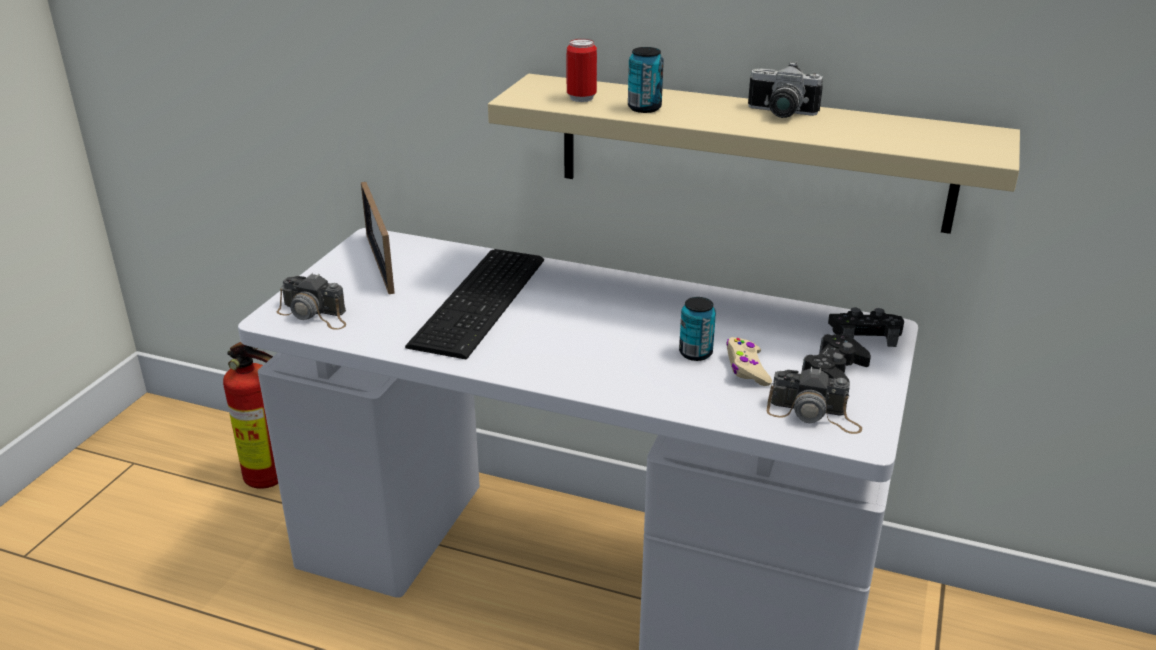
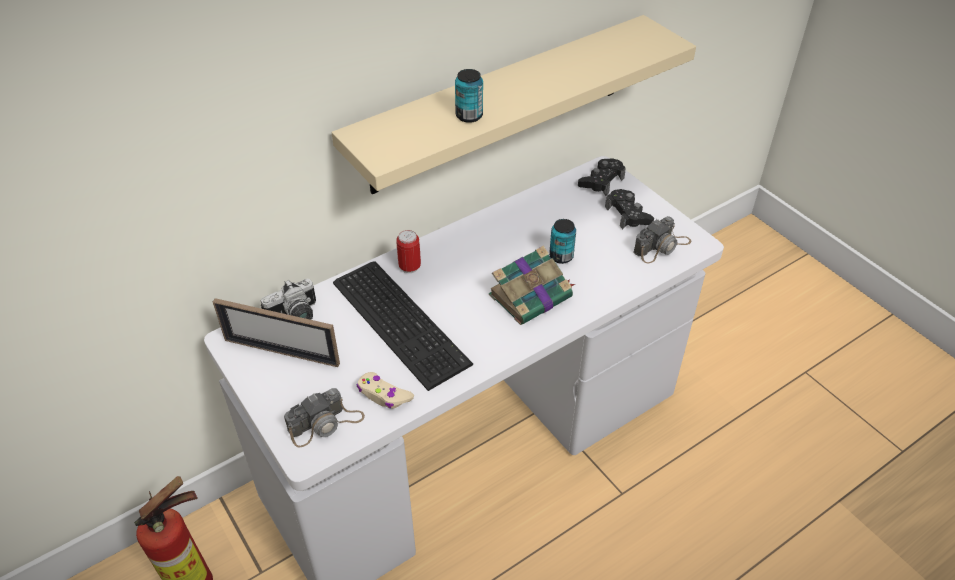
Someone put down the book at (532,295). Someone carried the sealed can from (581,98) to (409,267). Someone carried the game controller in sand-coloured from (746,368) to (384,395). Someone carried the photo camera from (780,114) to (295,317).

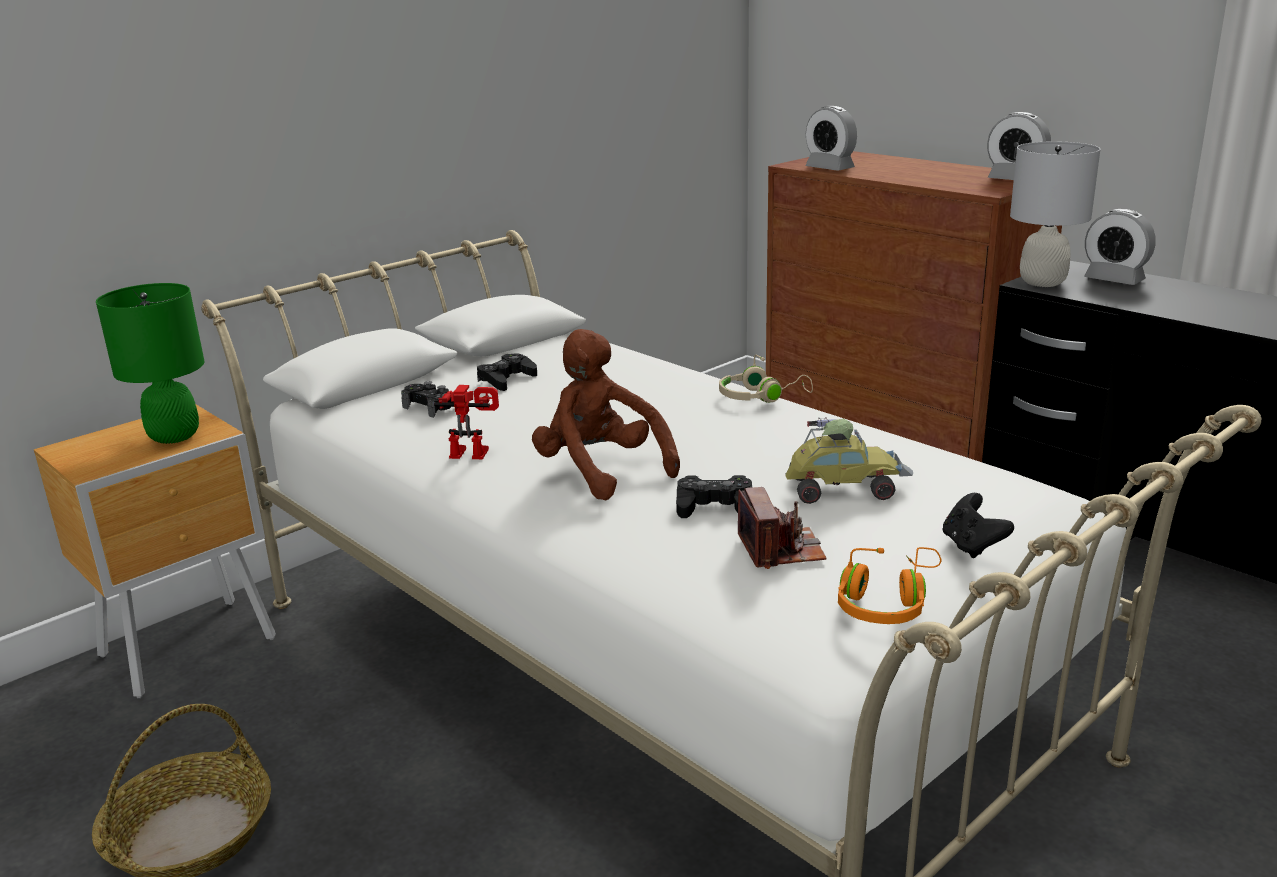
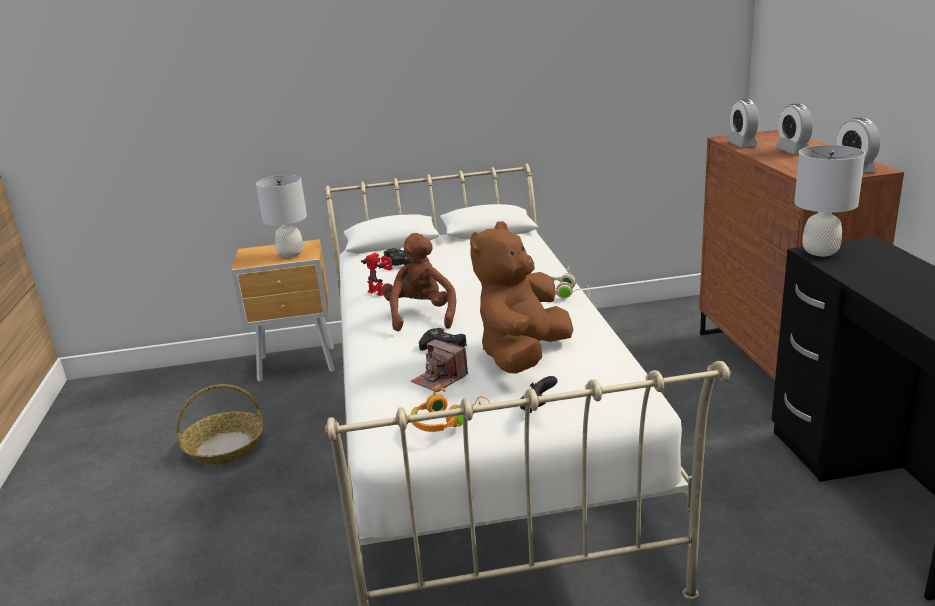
Someone took away the game controller in blackish at (506,379). Someone carried the table clock from (1114,279) to (792,150). Someone swapped the miniature car at (843,487) for the soft toy in brown-coloured at (523,356). Someone repainted the lamp for a table in green-coloured at (176,438), which became the lamp for a table in greyish at (291,255). Someone rotated the photo camera at (780,550) by 105 degrees clockwise.

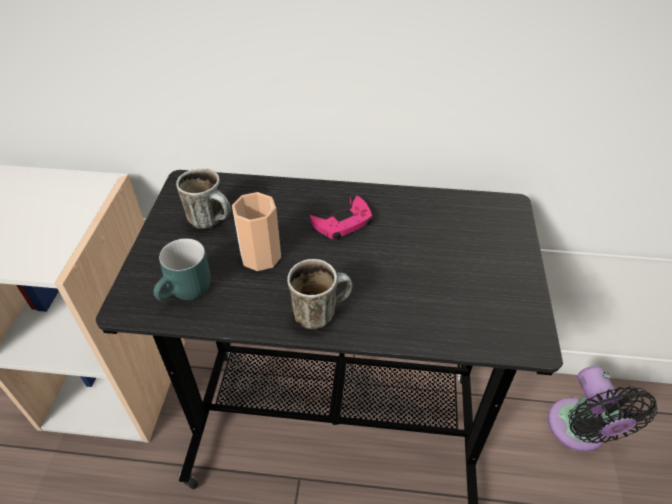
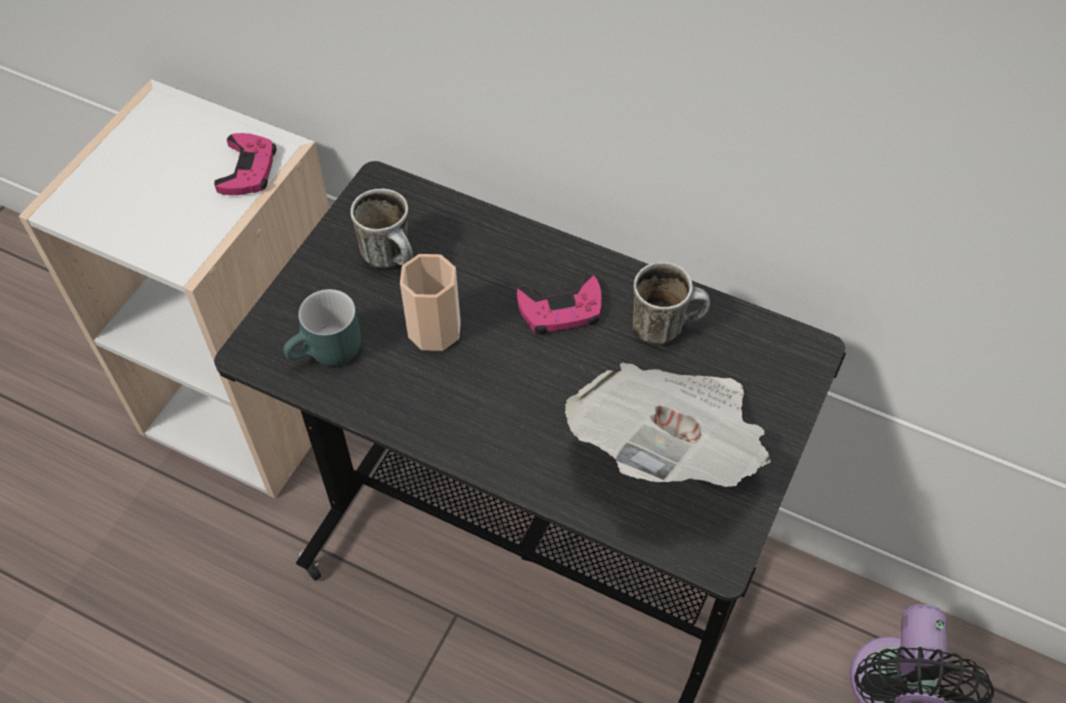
Someone put down the game controller in pink at (248,169). Someone put down the newspaper at (669,447). Someone carried the coffee mug from (320,312) to (665,326).

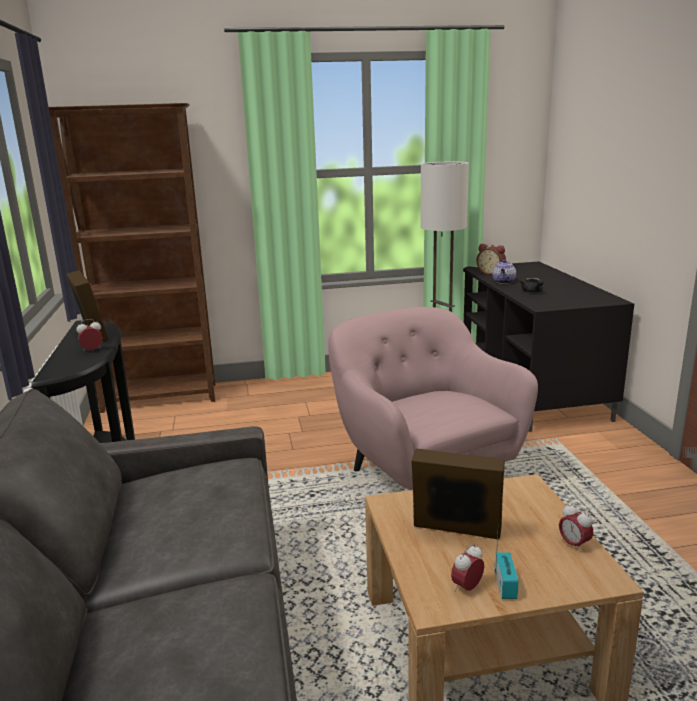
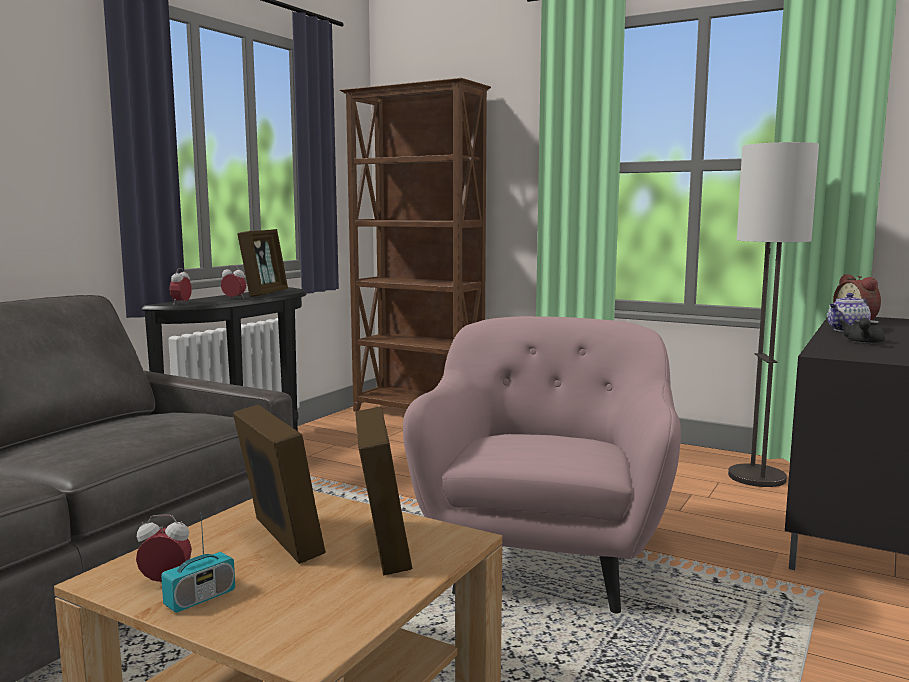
Someone put down the standing frame at (383,546). Someone carried the table clock from (574,544) to (181,303).

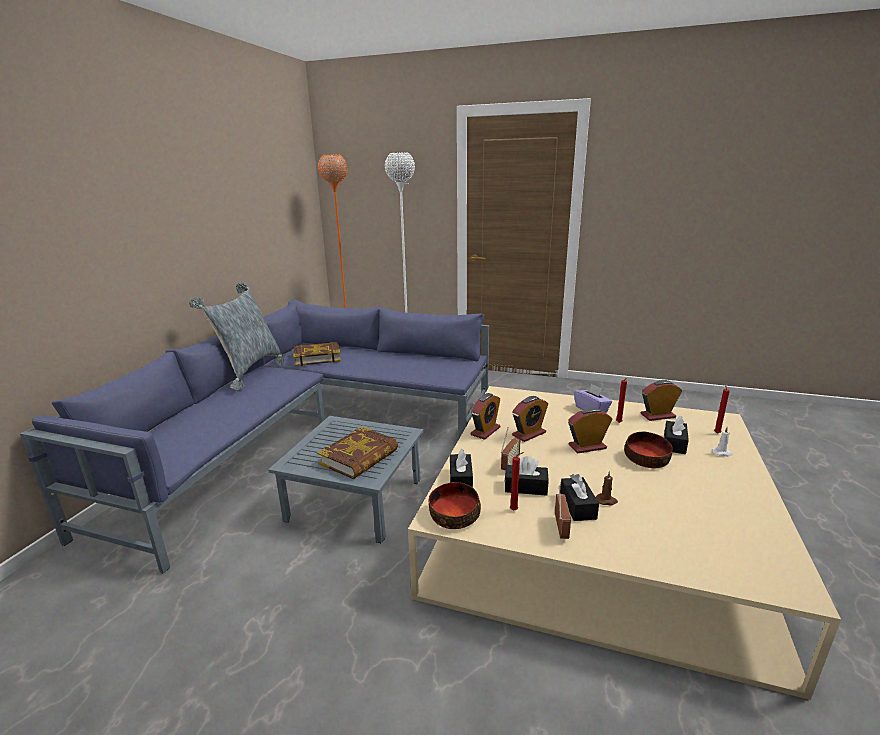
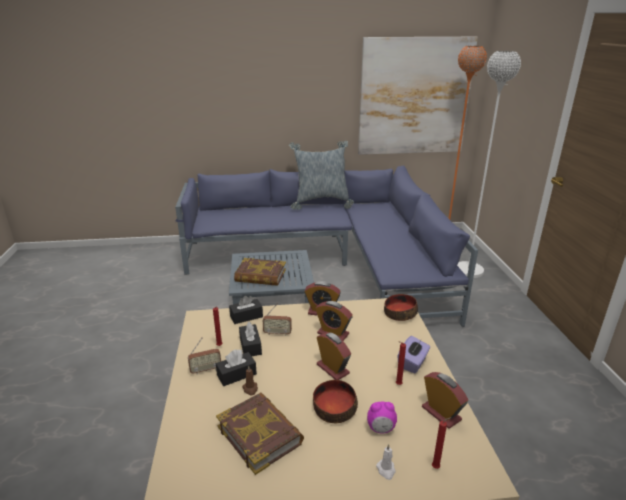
Someone put up the wall picture at (414,97). Someone carried the book from (317,357) to (260,434). Someone carried the bowl from (454,515) to (400,313). Someone swapped the box of tissues in blackish at (674,443) for the table clock at (381,429).

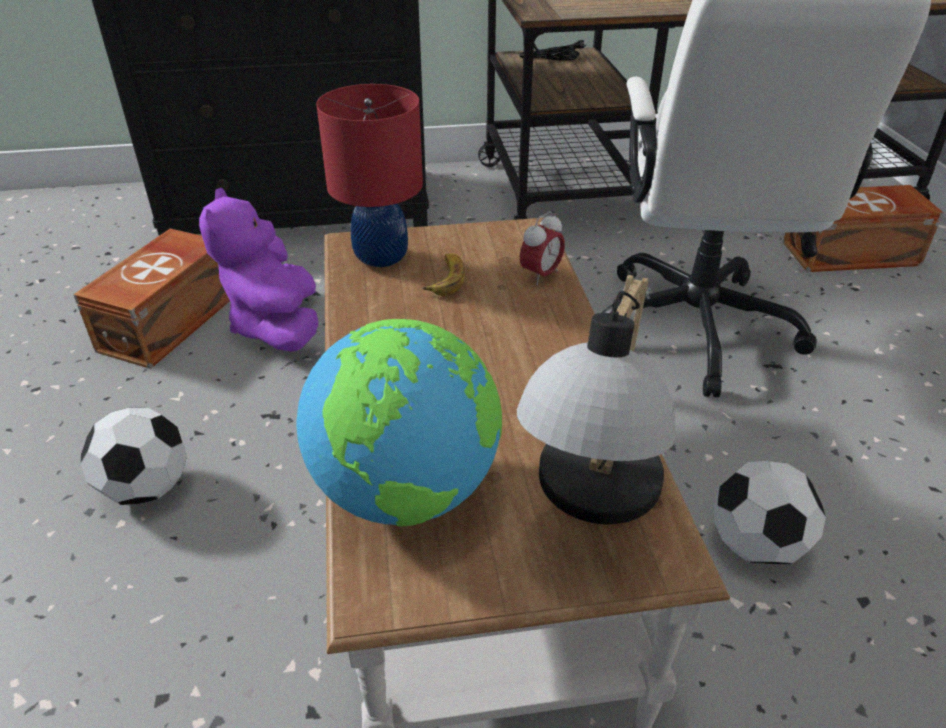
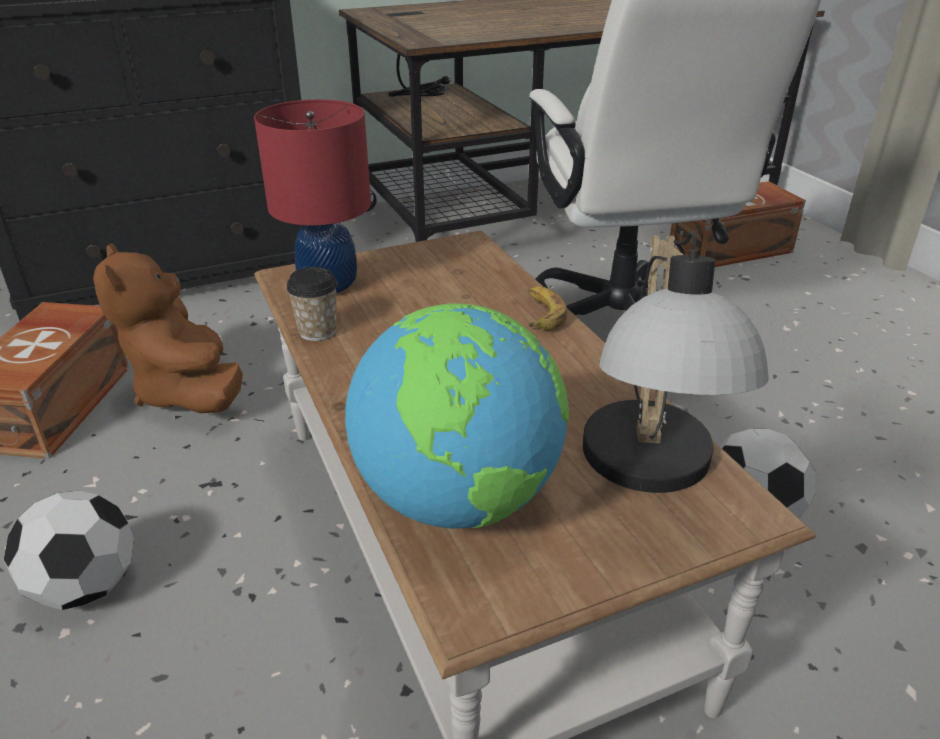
Someone took away the table clock at (540,275). Someone put down the cup at (317,331). Someone carried the banana fruit from (446,279) to (541,313). Someone repainted the soft toy in purple at (277,326), which became the soft toy in brown-coloured at (188,392).

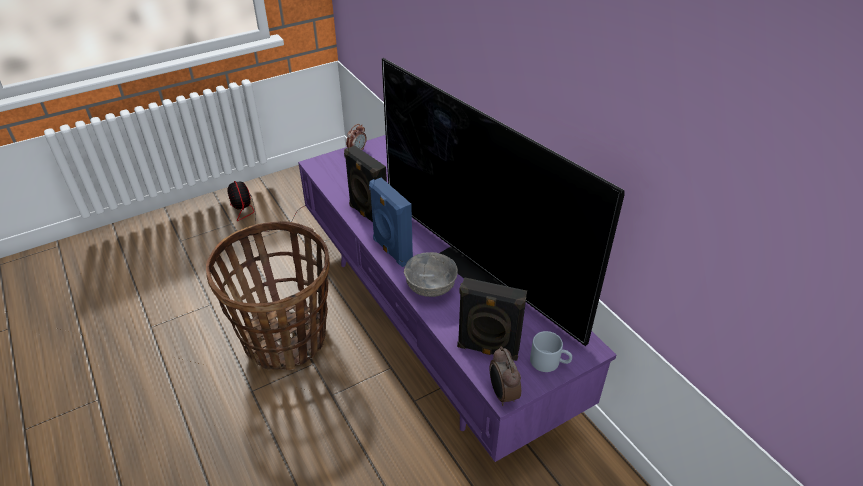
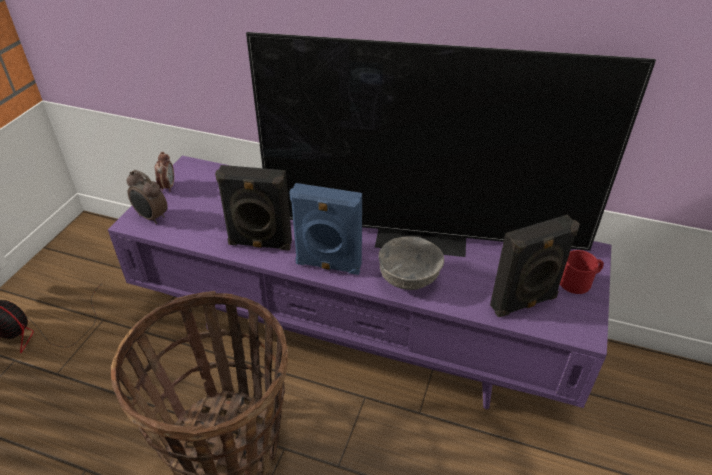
Someone carried the table clock from (502,394) to (151,217). Someone repainted the coffee mug in greyish at (550,361), which became the coffee mug in reddish at (579,281).

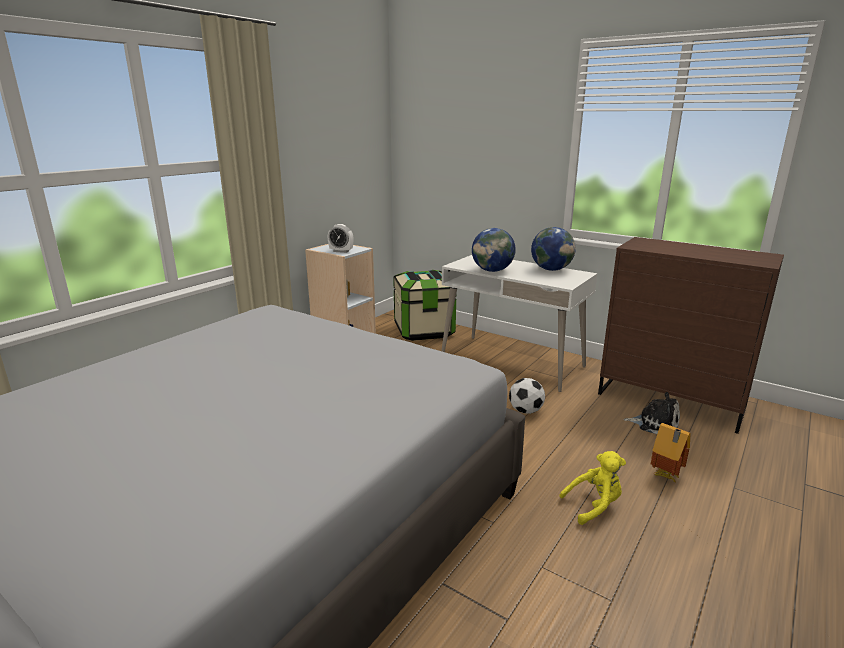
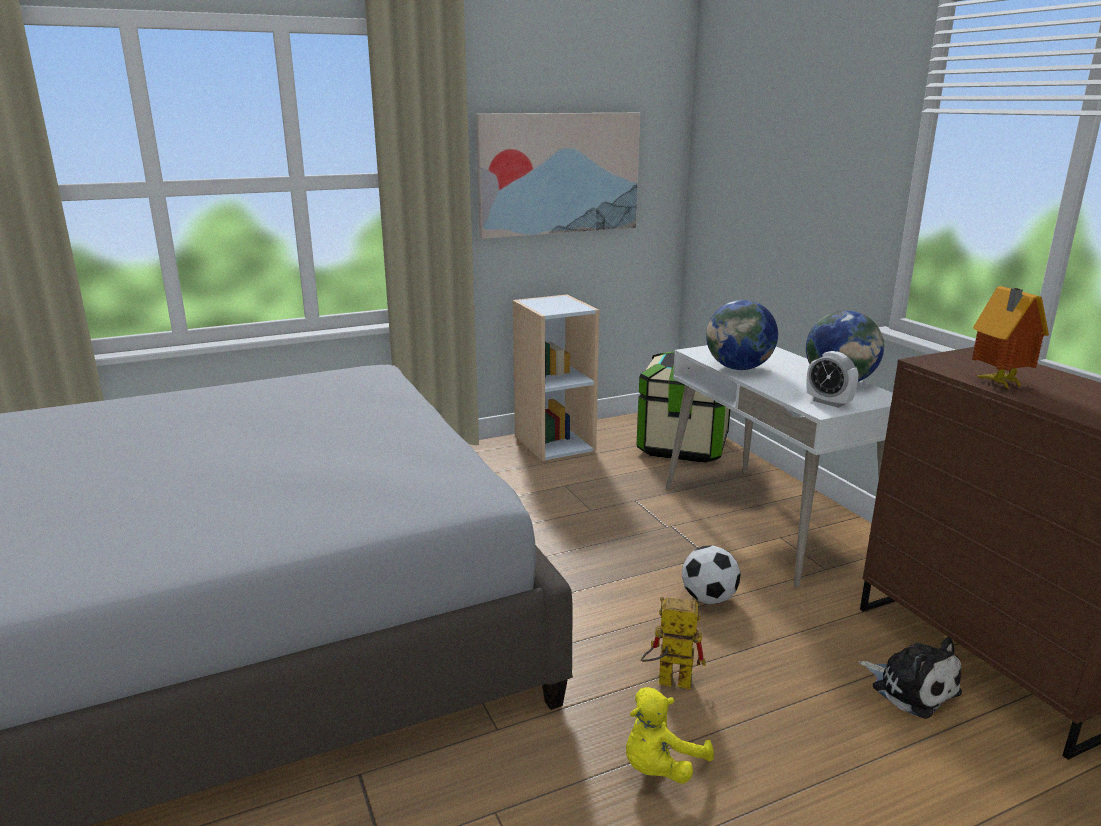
Someone put up the wall picture at (558,174). Someone put down the robot figure at (666,681). Someone carried the table clock from (341,251) to (828,402). Someone carried the toy house from (665,477) to (997,383). Someone rotated the soft toy in yellowish at (594,506) by 120 degrees clockwise.

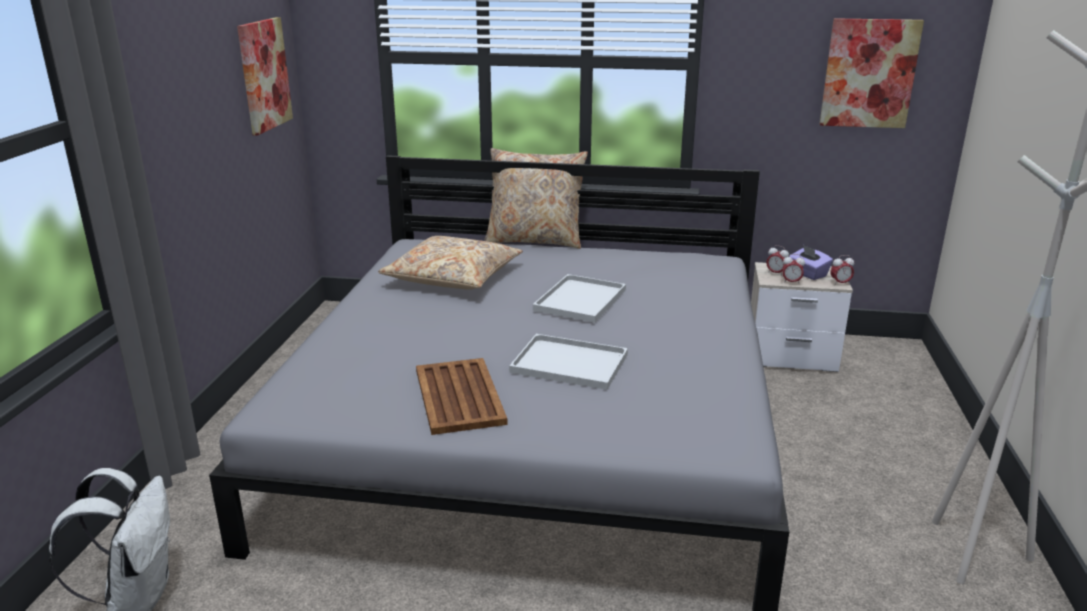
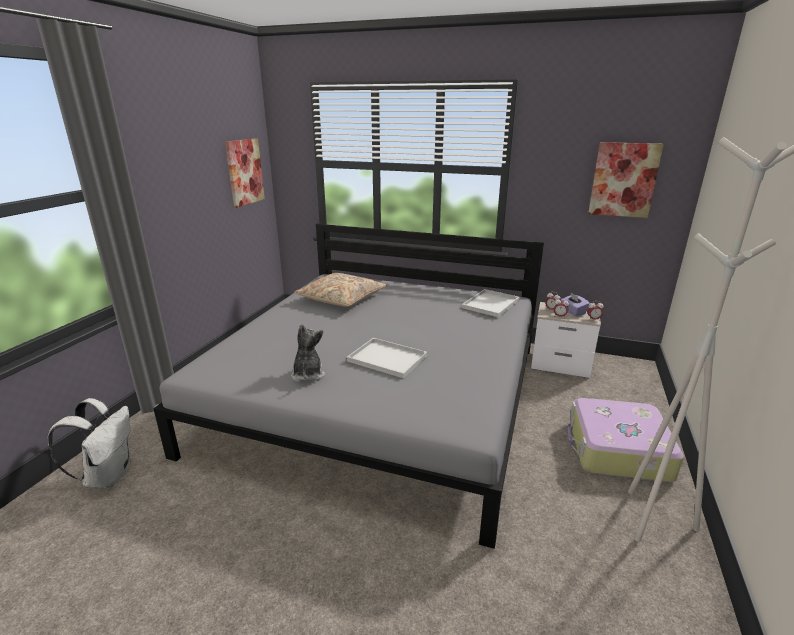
Someone took away the throw pillow in sand-coloured at (535,240). Someone put down the piece of luggage at (616,450). Someone carried the tray in white-coloured from (580,300) to (490,304). Someone swapped the tray in brown-coloured at (459,397) for the soft toy at (308,374).

